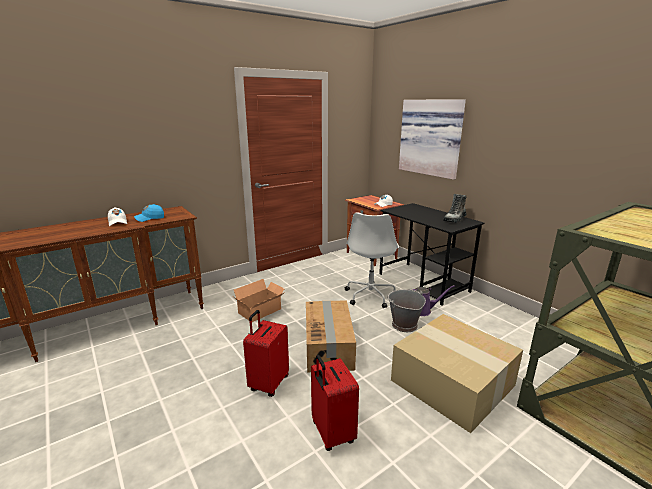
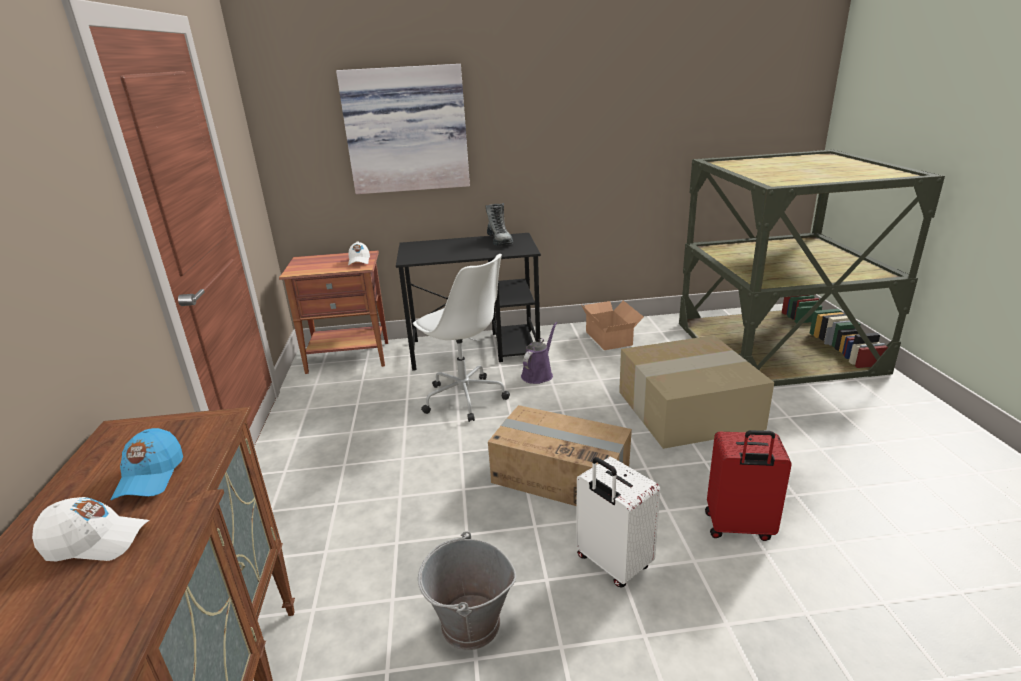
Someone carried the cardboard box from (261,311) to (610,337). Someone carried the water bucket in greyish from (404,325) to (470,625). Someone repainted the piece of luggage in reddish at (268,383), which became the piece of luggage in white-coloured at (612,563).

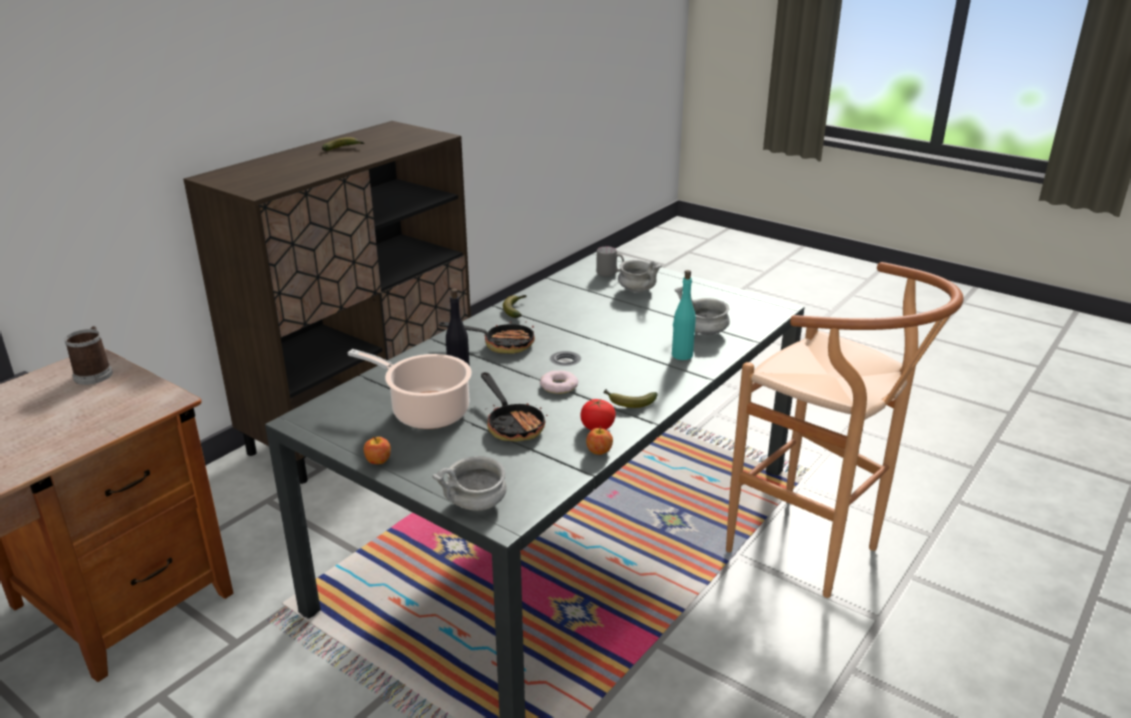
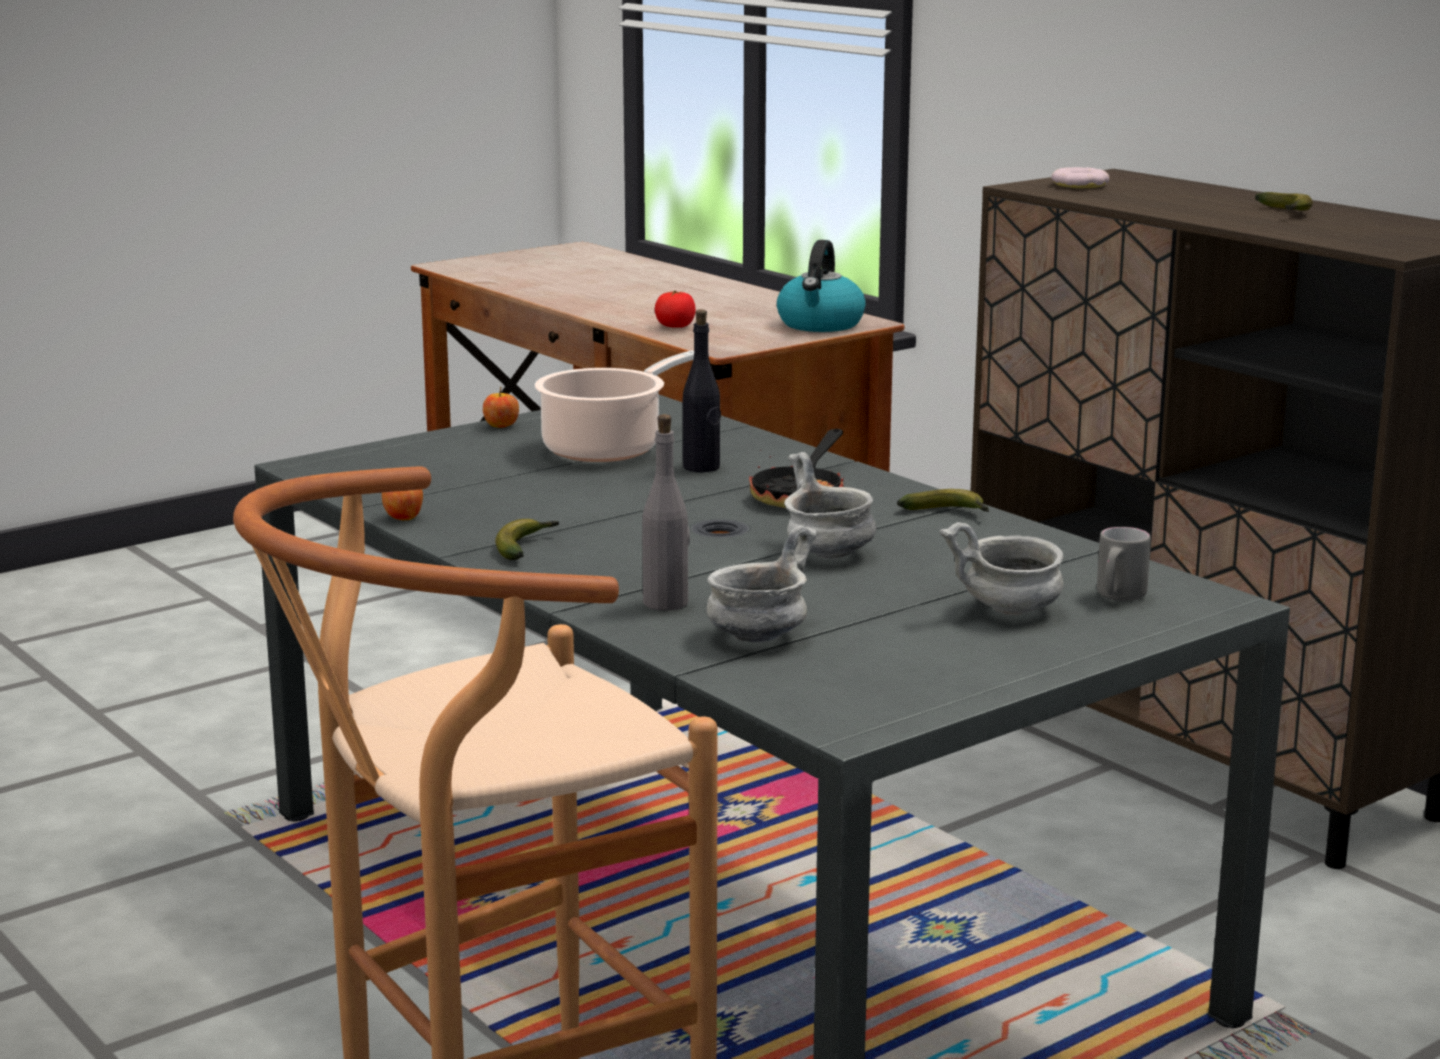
Someone took away the pan at (512,424). Someone carried the bowl in greyish from (476,504) to (826,553). Someone carried the ring doughnut from (558,386) to (1080,185). Someone carried the fresh tomato from (597,427) to (675,326). Someone swapped the coffee mug at (95,373) for the water kettle at (820,325). Someone repainted the bottle in turquoise at (682,355), which became the bottle in greyish at (666,603).

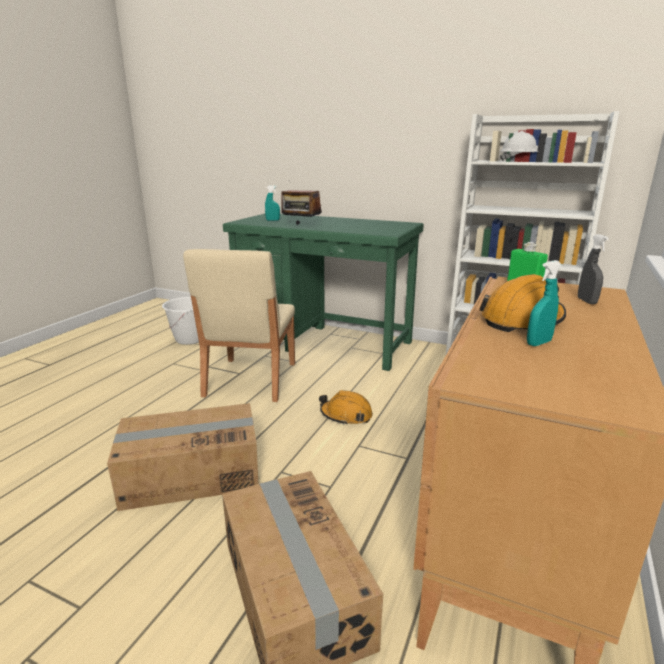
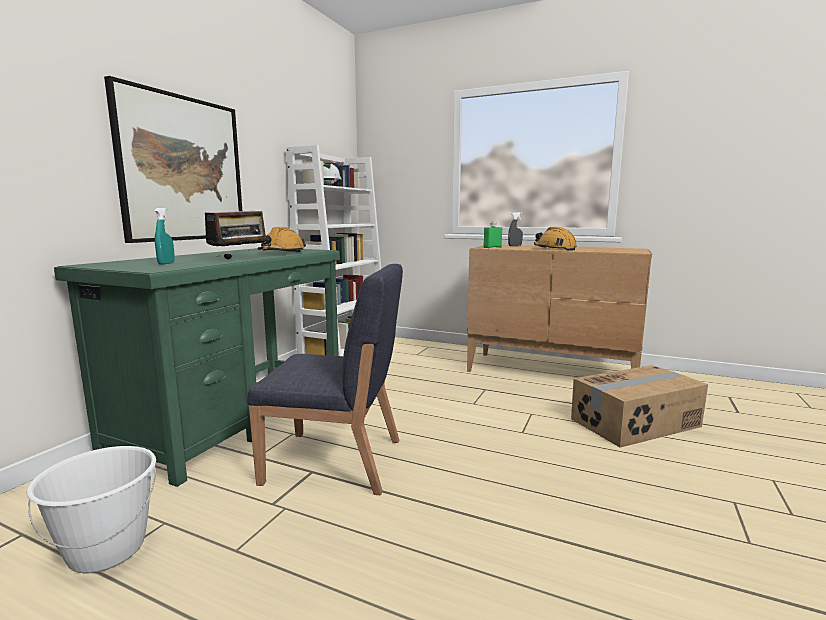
Someone took away the cardboard box at (191,474). Someone took away the spray bottle in turquoise at (538,343). Someone put up the wall picture at (183,169). Someone carried the work helmet in orangey from (346,415) to (281,253). Someone repainted the chair in sand-coloured at (250,380), which became the chair in blue at (336,461).

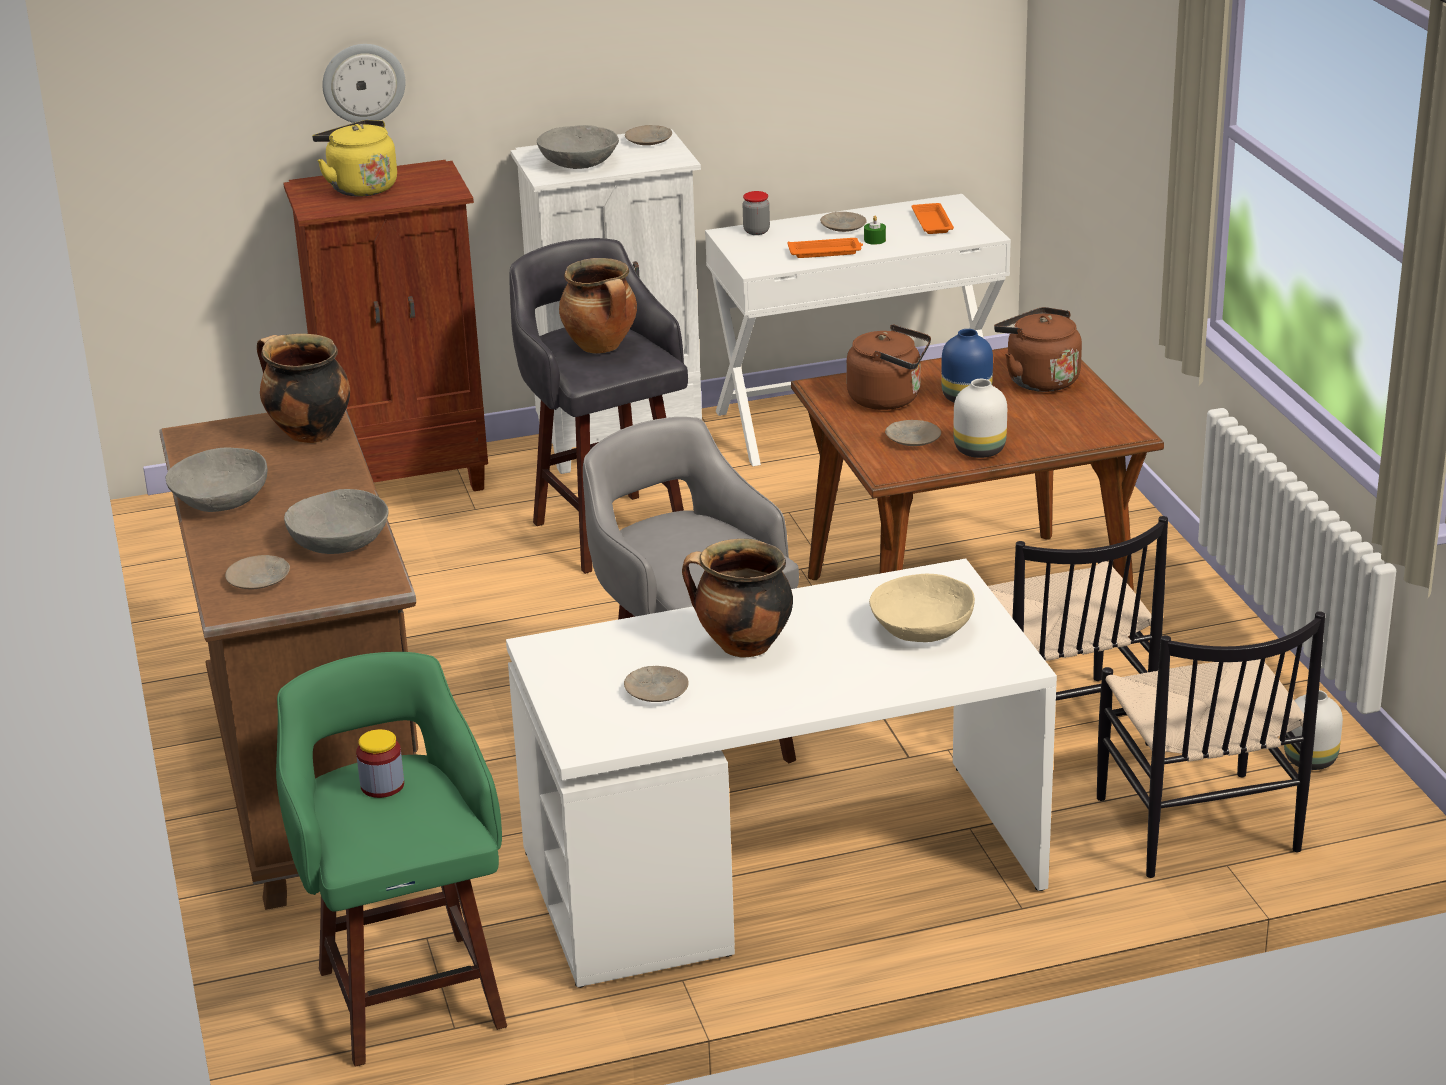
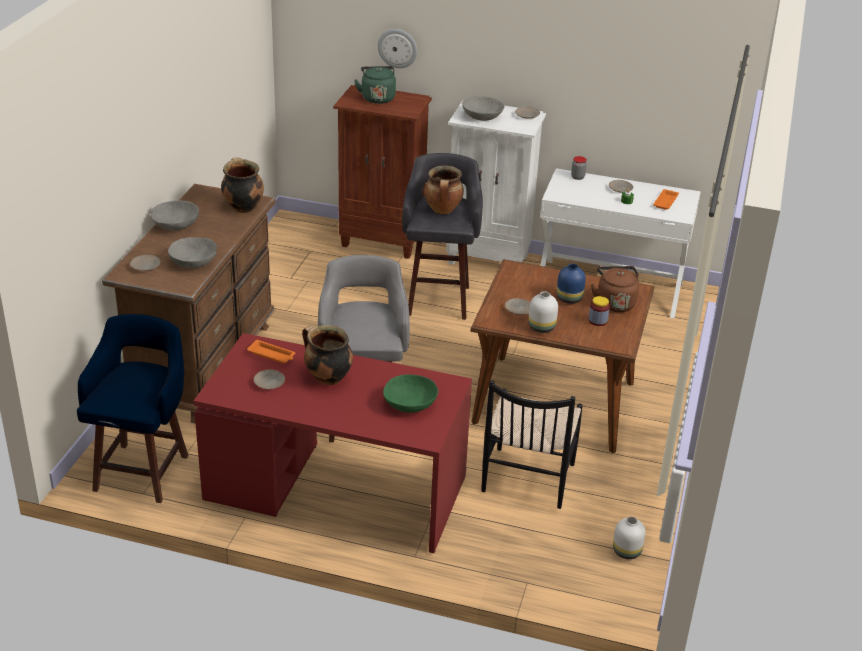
Someone took away the water kettle in brown-coloured at (889,399). Someone took away the chair in blackish at (1200,830). Someone carried the storage jar from (382,785) to (598,320). Someone carried the tray in orangey from (826,252) to (272,355). Someone repainted the sitting stool in green-coloured at (410,992), which became the sitting stool in blue at (143,470). Someone repainted the water kettle in yellowish at (360,187), which became the water kettle in green-coloured at (377,97). Someone repainted the desk table in white-coloured at (781,871), which became the desk table in reddish at (335,489). Someone repainted the bowl in sand-coloured at (922,628), which became the bowl in green-coloured at (410,403).

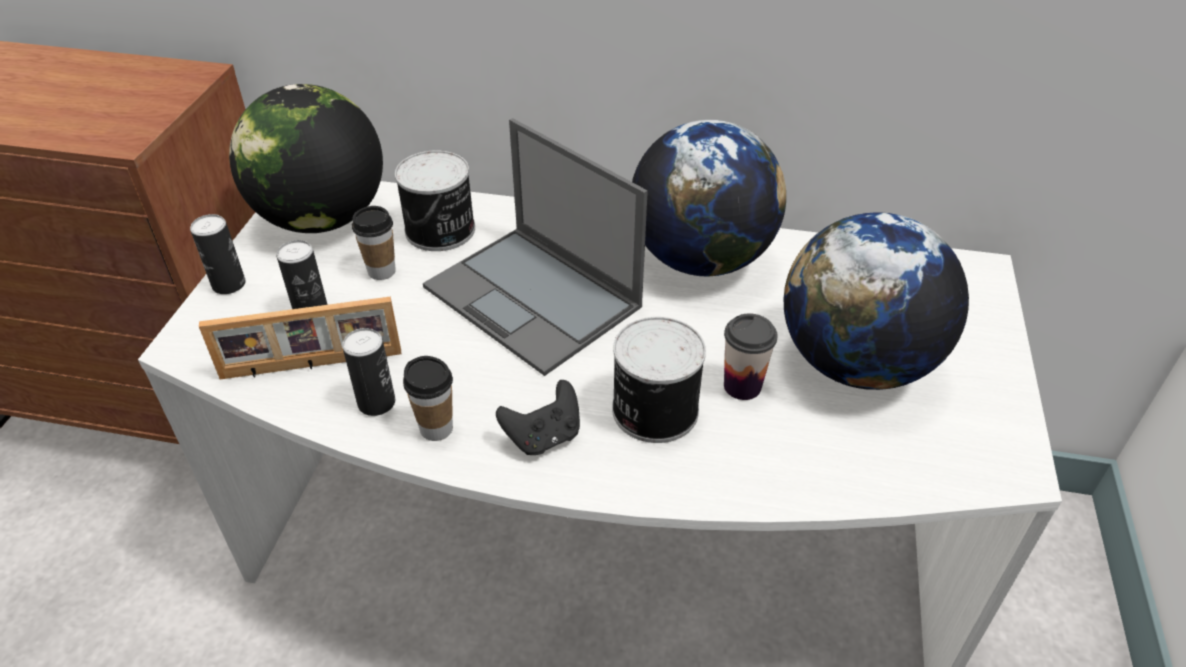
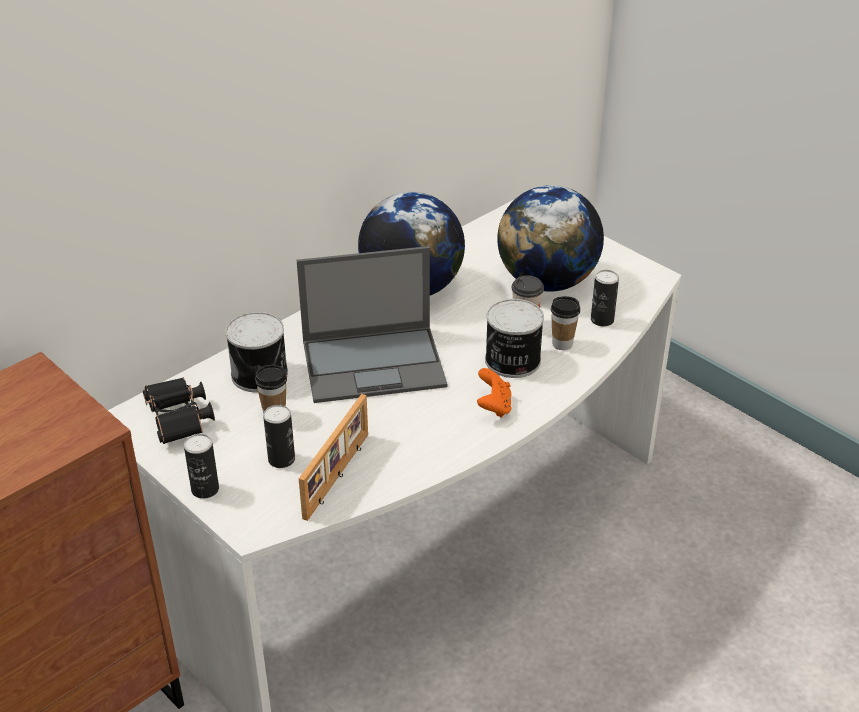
Someone carried the sealed can from (376,402) to (602,320). Someone carried the cup from (436,428) to (562,344). Someone swapped the globe at (322,219) for the binoculars in blackish at (179,422). Someone repainted the game controller in blackish at (543,437), which became the game controller in orangey at (494,407).

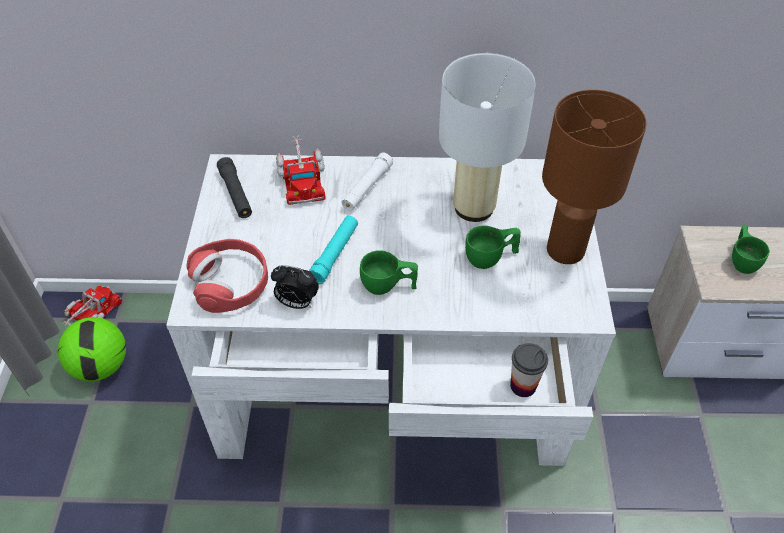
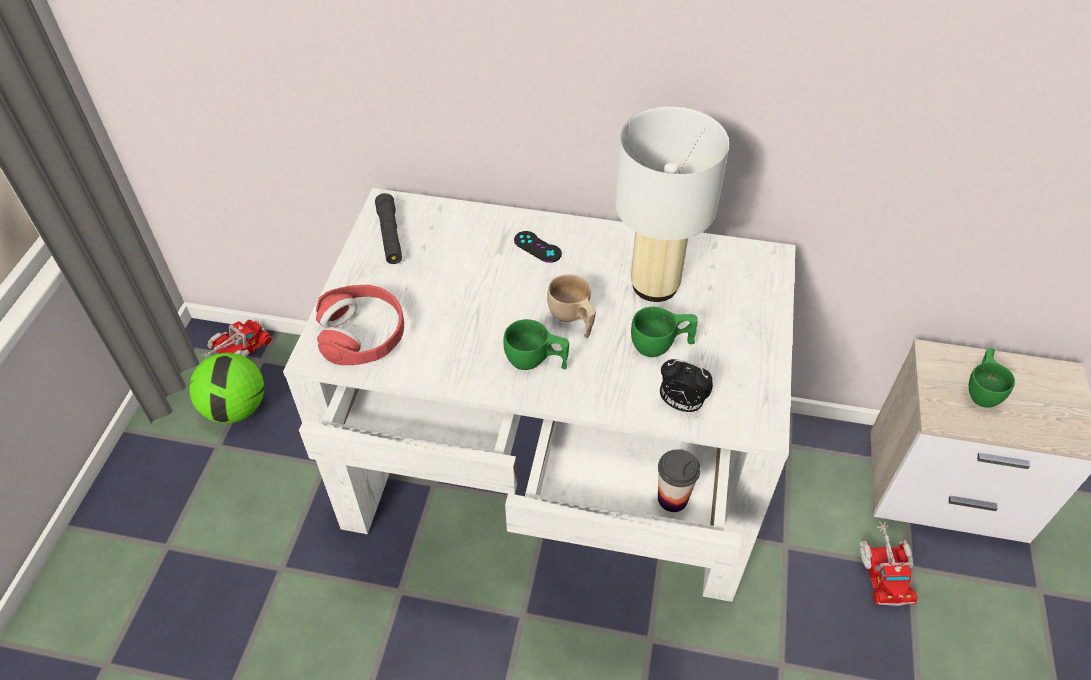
Someone took away the hand torch in turquoise at (334,254). Someone took away the lamp for a table in brown-coloured at (565,249). Someone put down the cup in sand-coloured at (572,319). Someone carried the table clock from (296,303) to (680,404). Someone carried the toy lorry from (302,179) to (884,569). Someone swapped the hand torch in white-coloured at (367,188) for the game controller in blackish at (537,247).

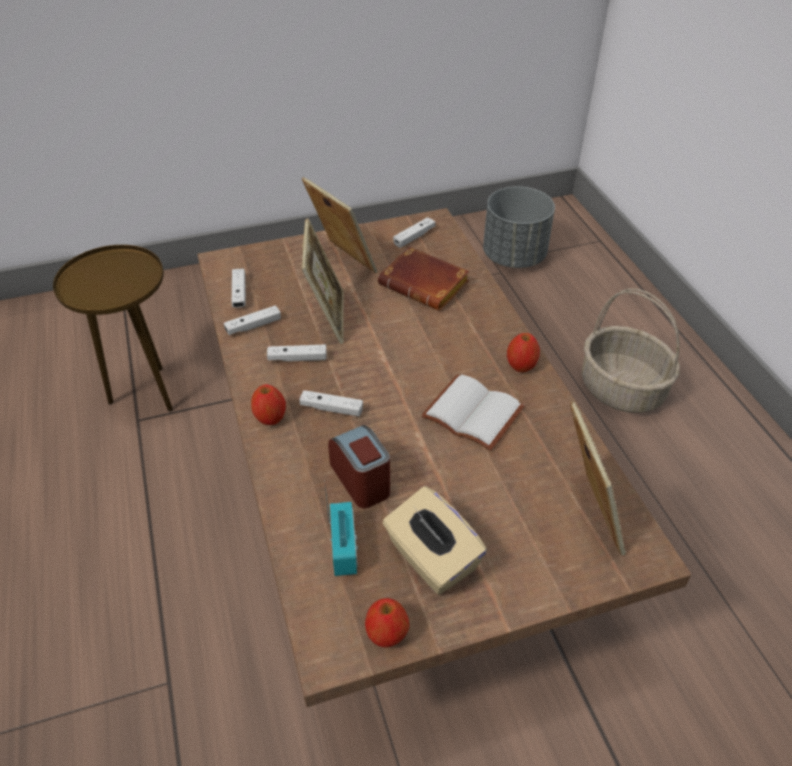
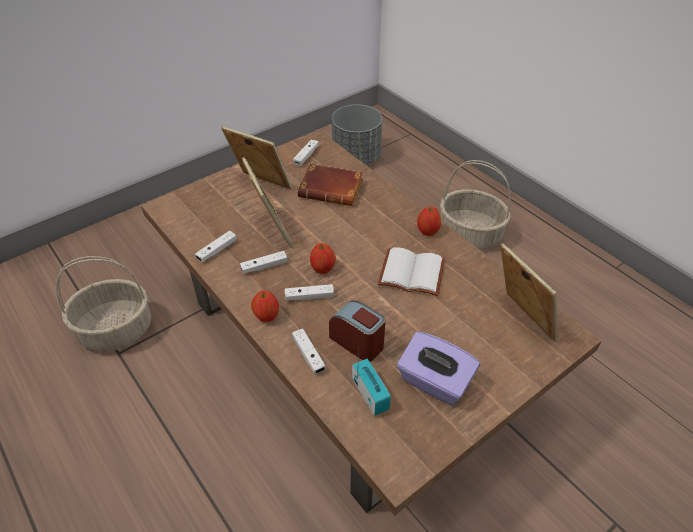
Someone carried the game controller in white-coloured from (239,293) to (308,355). Someone carried the apple from (387,634) to (322,268). Someone swapped the end table in brown-coloured at (147,393) for the storage basket at (116,329). Someone repainted the box of tissues in sand-coloured at (431,558), which became the box of tissues in purple at (434,382).

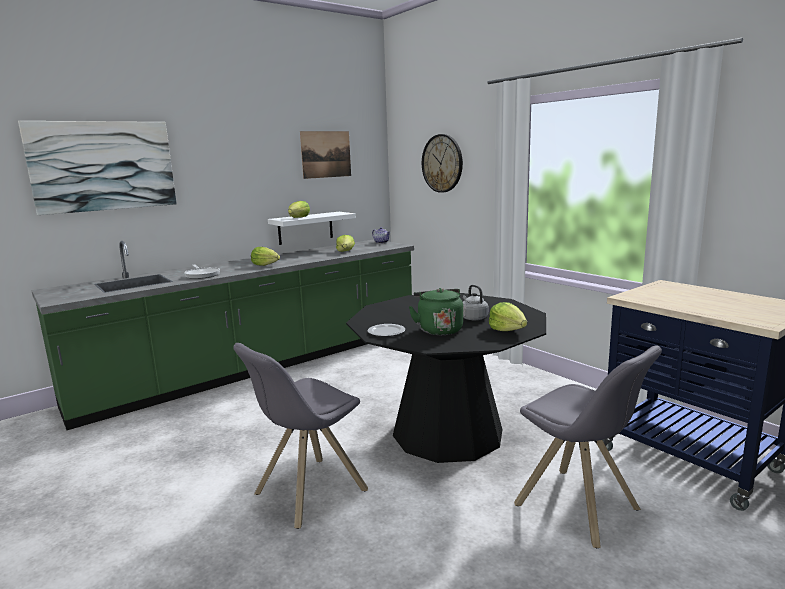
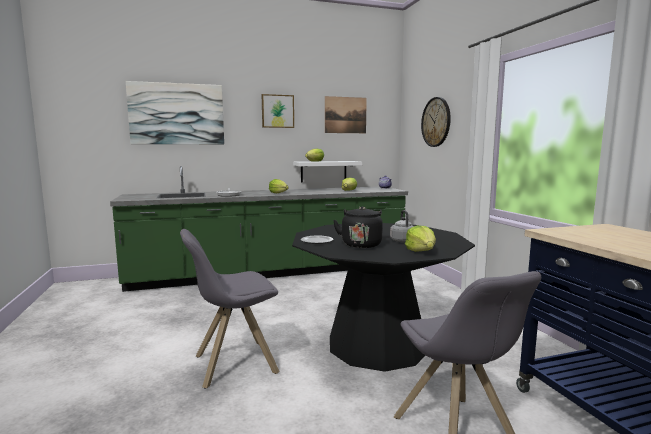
Someone put up the wall picture at (277,111). Someone repainted the water kettle in green-coloured at (438,329), which became the water kettle in blackish at (361,244).

